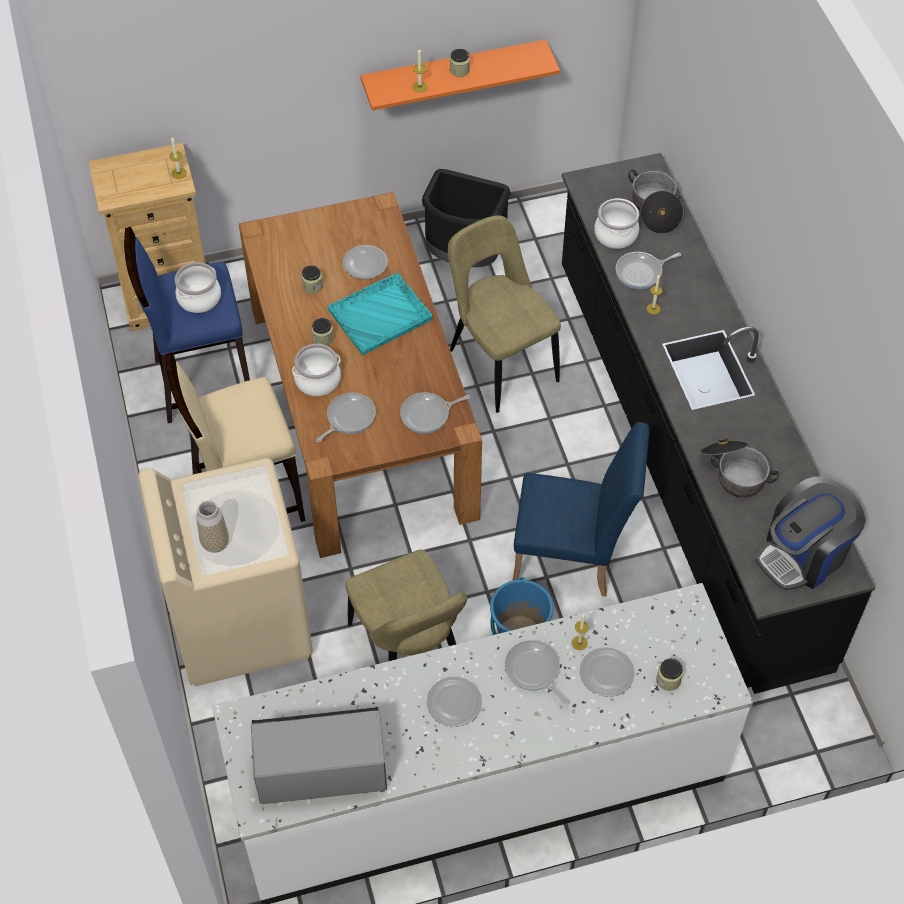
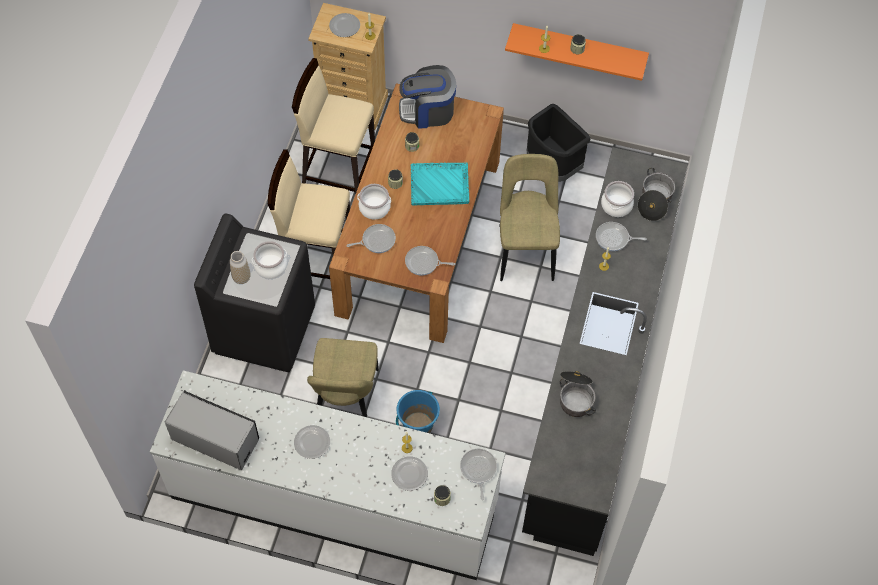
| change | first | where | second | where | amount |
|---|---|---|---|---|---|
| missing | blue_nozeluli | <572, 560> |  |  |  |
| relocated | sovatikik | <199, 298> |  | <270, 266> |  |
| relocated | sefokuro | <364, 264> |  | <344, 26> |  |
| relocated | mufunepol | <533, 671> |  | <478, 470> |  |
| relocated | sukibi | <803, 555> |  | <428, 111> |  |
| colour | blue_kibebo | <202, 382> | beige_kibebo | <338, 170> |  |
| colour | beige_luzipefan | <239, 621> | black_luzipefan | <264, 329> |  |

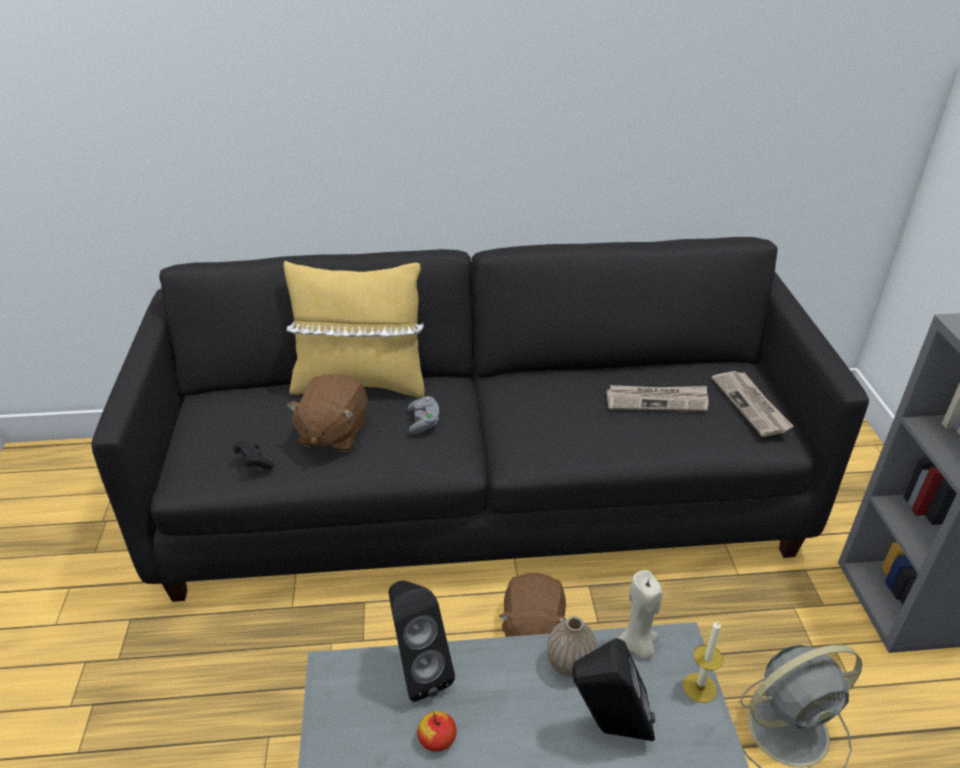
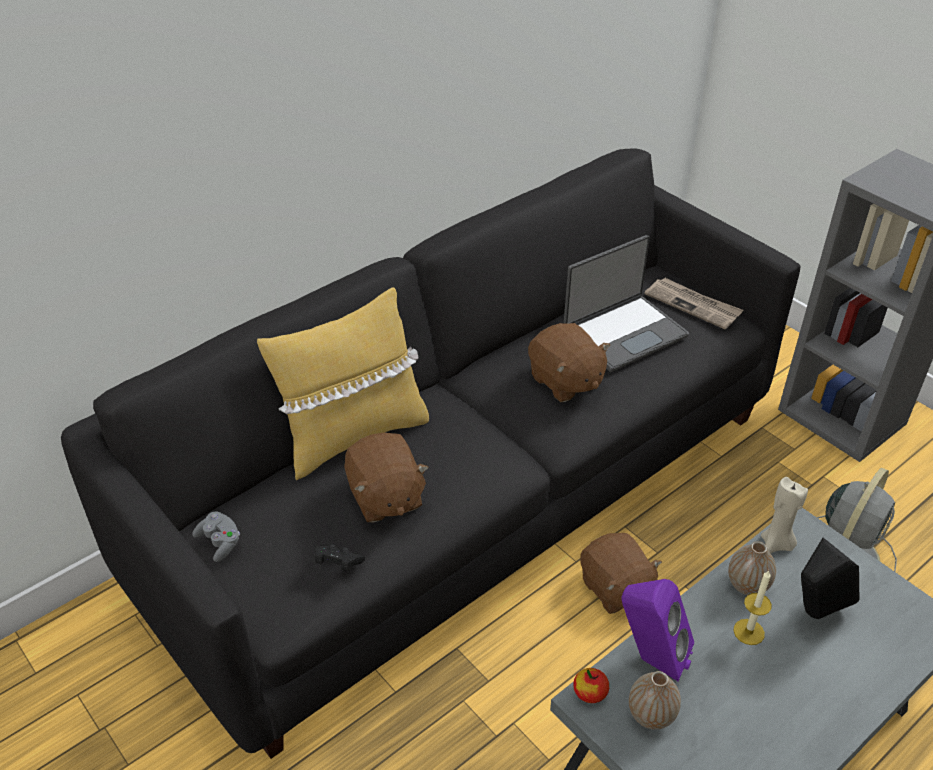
| change | first | where | second | where | amount |
|---|---|---|---|---|---|
| appeared |  |  | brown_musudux | <565, 381> |  |
| appeared |  |  | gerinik | <651, 715> |  |
| relocated | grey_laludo | <423, 422> |  | <220, 542> |  |
| relocated | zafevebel | <437, 739> |  | <590, 692> |  |
| relocated | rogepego | <699, 687> |  | <749, 632> |  |
| exchanged | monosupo | <657, 400> | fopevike | <623, 333> |  |
| colour | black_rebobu | <418, 671> | purple_rebobu | <650, 658> |  |

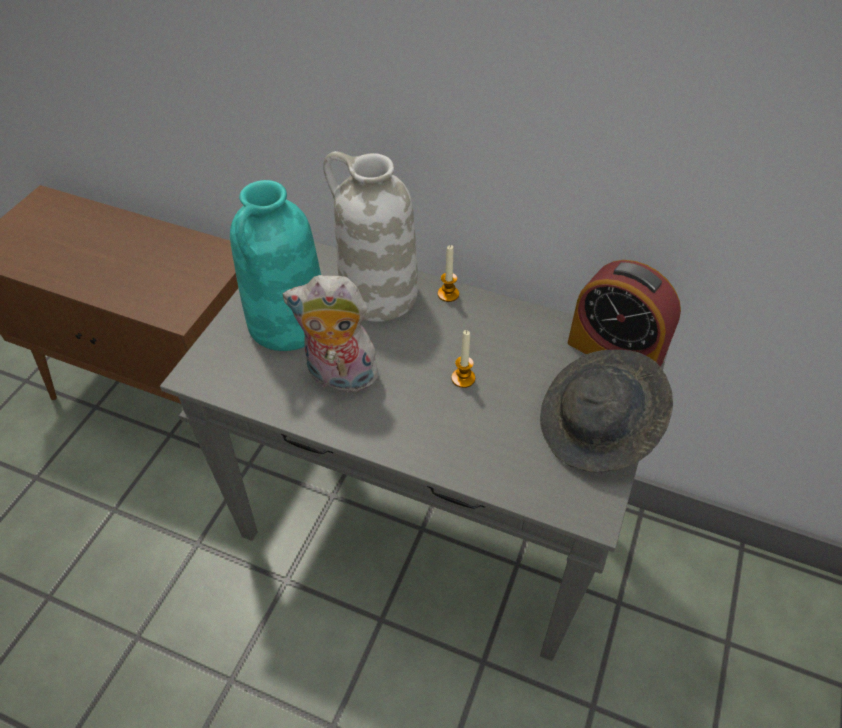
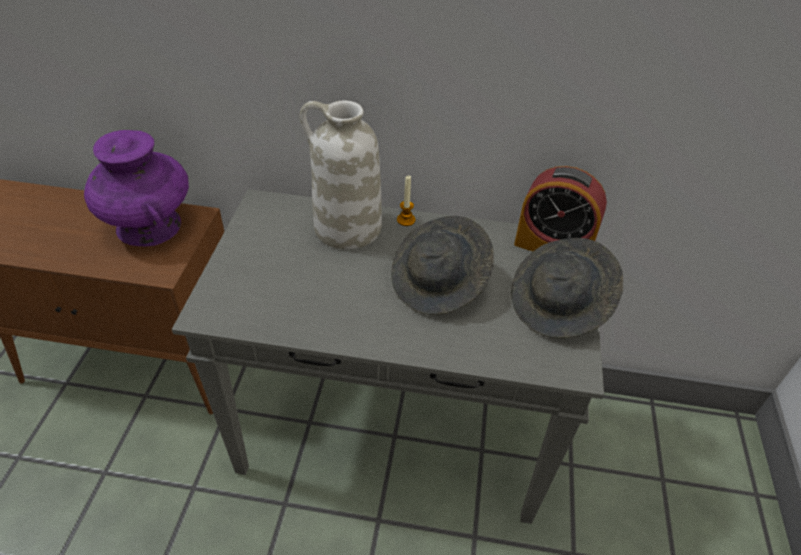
| change | first | where | second | where | amount |
|---|---|---|---|---|---|
| missing | turquoise_gerinik | <288, 323> |  |  |  |
| missing | musudux | <339, 377> |  |  |  |
| appeared |  |  | purple_gerinik | <149, 225> |  |
| exchanged | rogepego | <463, 378> | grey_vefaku | <439, 283> |  |

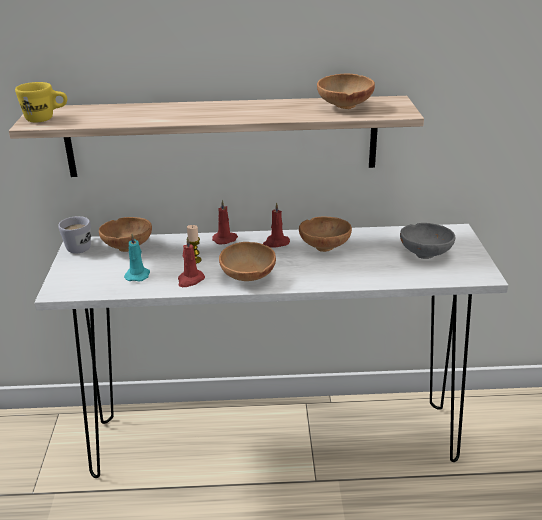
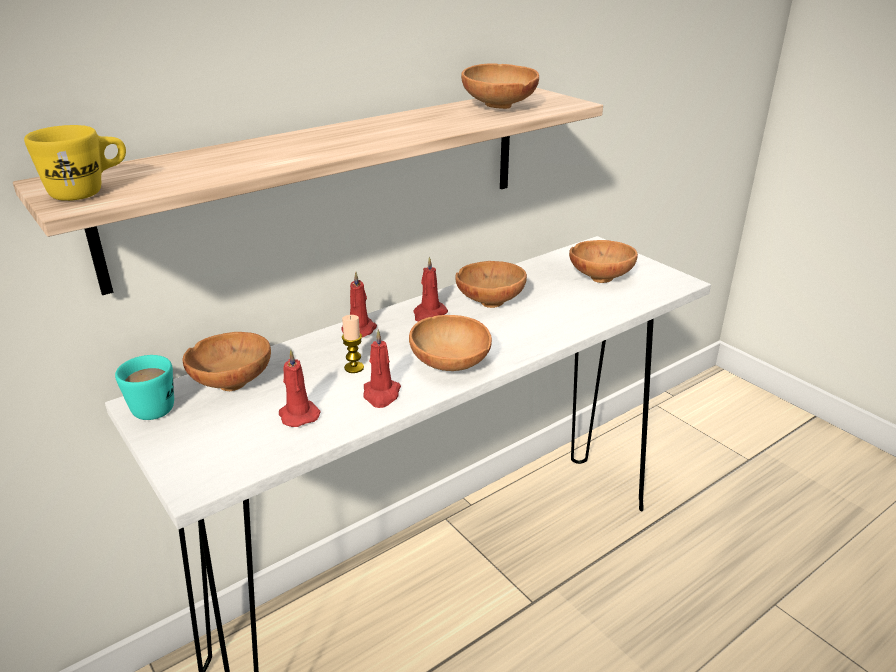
| change | first | where | second | where | amount |
|---|---|---|---|---|---|
| colour | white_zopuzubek | <80, 246> | turquoise_zopuzubek | <150, 405> |  |
| colour | turquoise_rogepego | <138, 275> | red_rogepego | <298, 414> |  |
| colour | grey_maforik | <425, 253> | brown_maforik | <600, 276> |  |

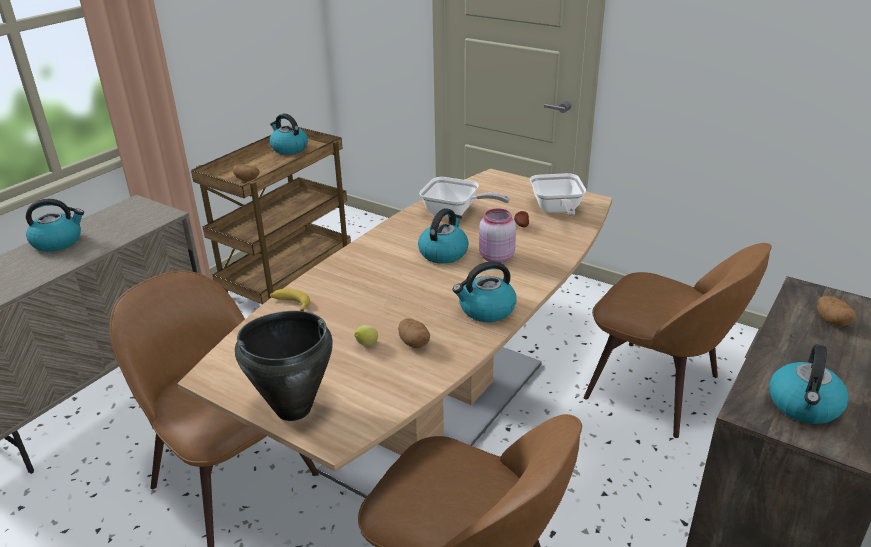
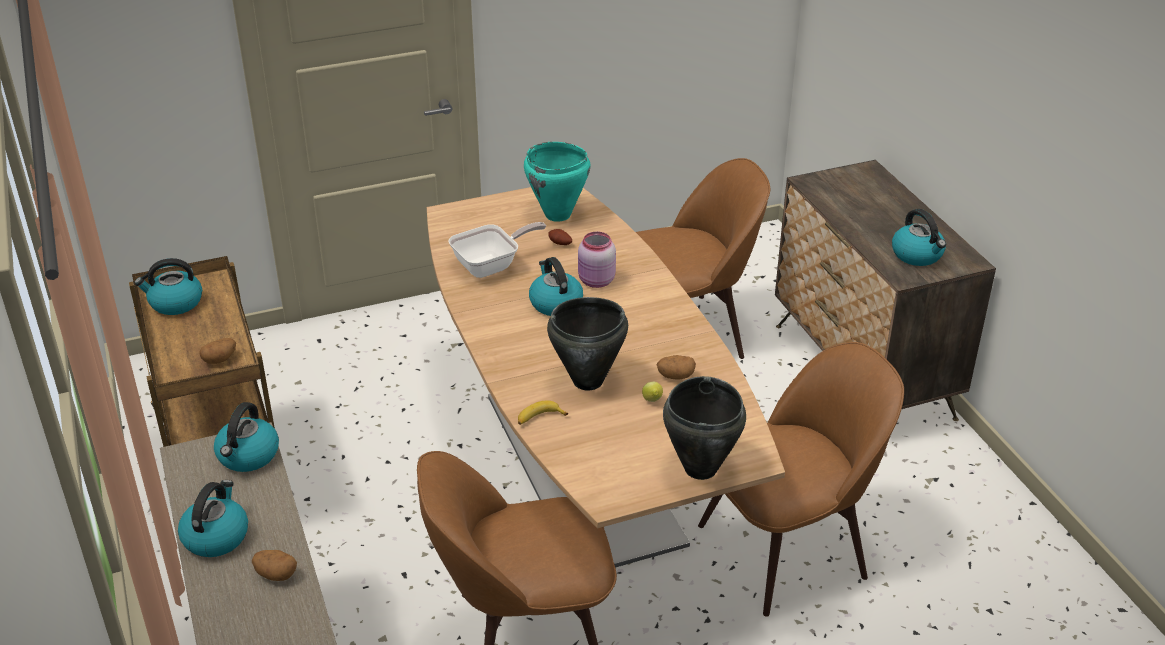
| change | first | where | second | where | amount |
|---|---|---|---|---|---|
| appeared |  |  | black_sovatikik | <588, 381> |  |
| relocated | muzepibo | <486, 310> |  | <248, 456> |  |
| relocated | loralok | <831, 321> |  | <276, 574> |  |
| exchanged | mufunepol | <556, 210> | turquoise_sovatikik | <558, 215> |  |

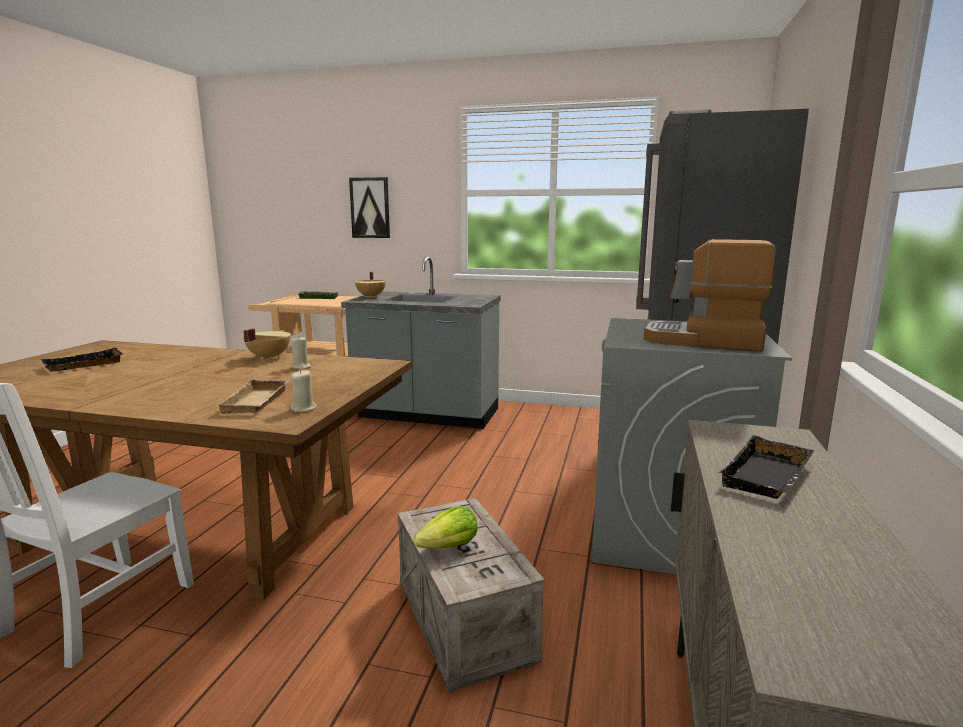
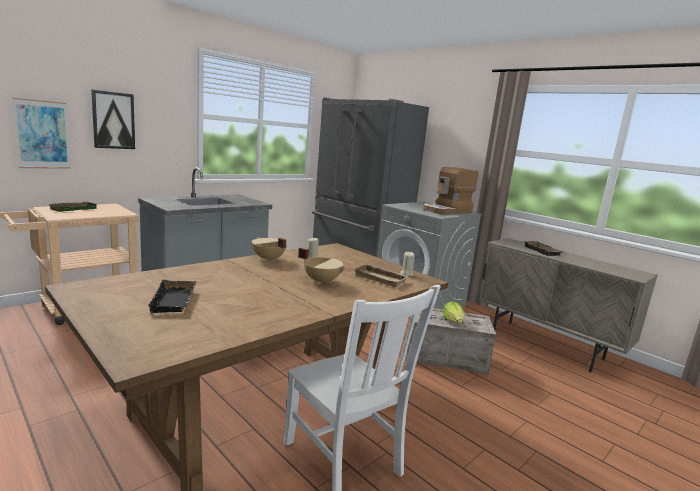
| change | first | where | second | where | amount |
|---|---|---|---|---|---|
| appeared |  |  | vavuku | <42, 134> |  |
| relocated | beige_sovatikik | <371, 296> |  | <322, 281> |  |

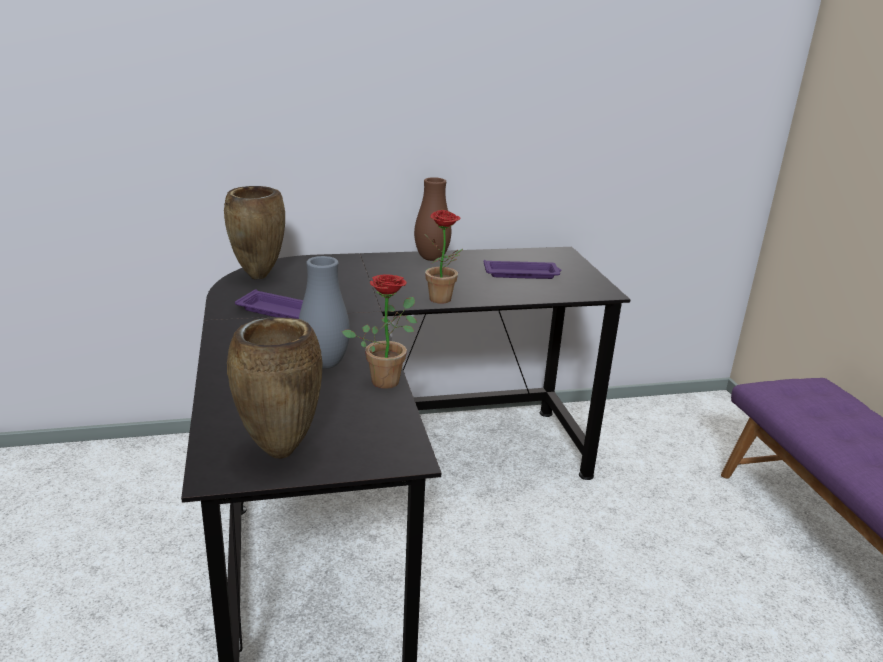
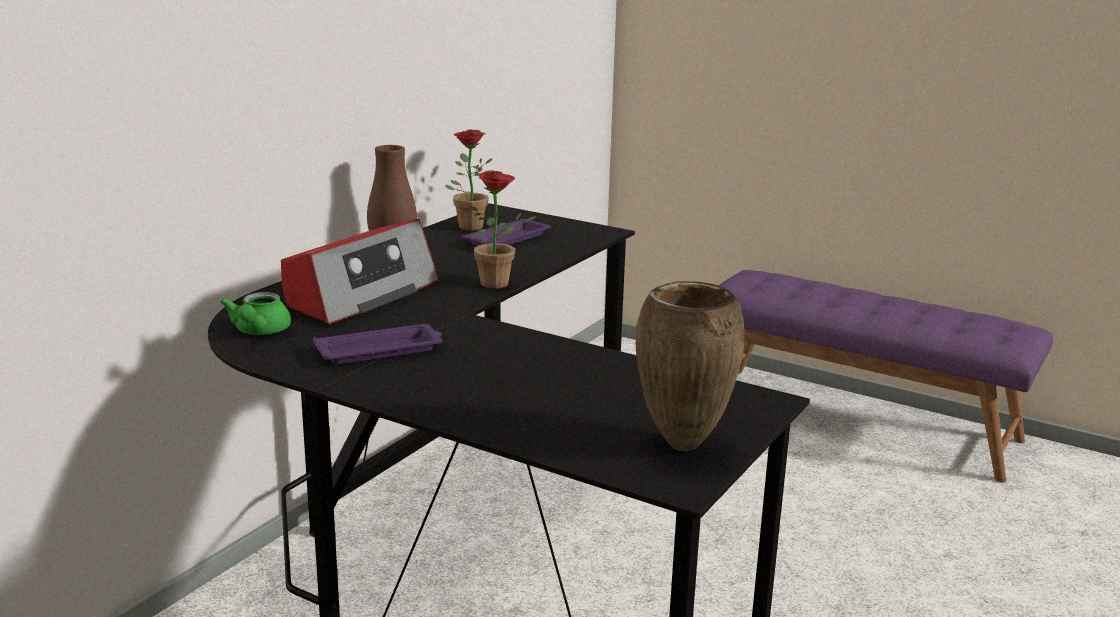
| change | first | where | second | where | amount |
|---|---|---|---|---|---|
| missing | grey_gerinik | <324, 364> |  |  |  |
| appeared |  |  | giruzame | <360, 294> |  |
| relocated | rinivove | <387, 378> |  | <468, 225> |  |
| exchanged | brown_gerinik | <258, 277> | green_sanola | <259, 332> |  |

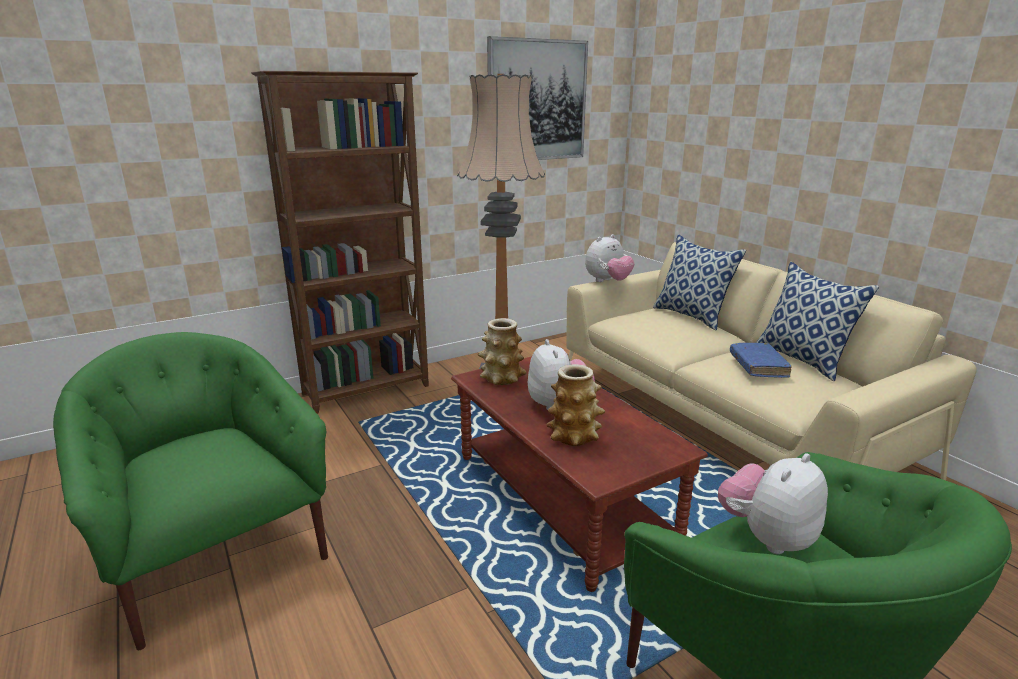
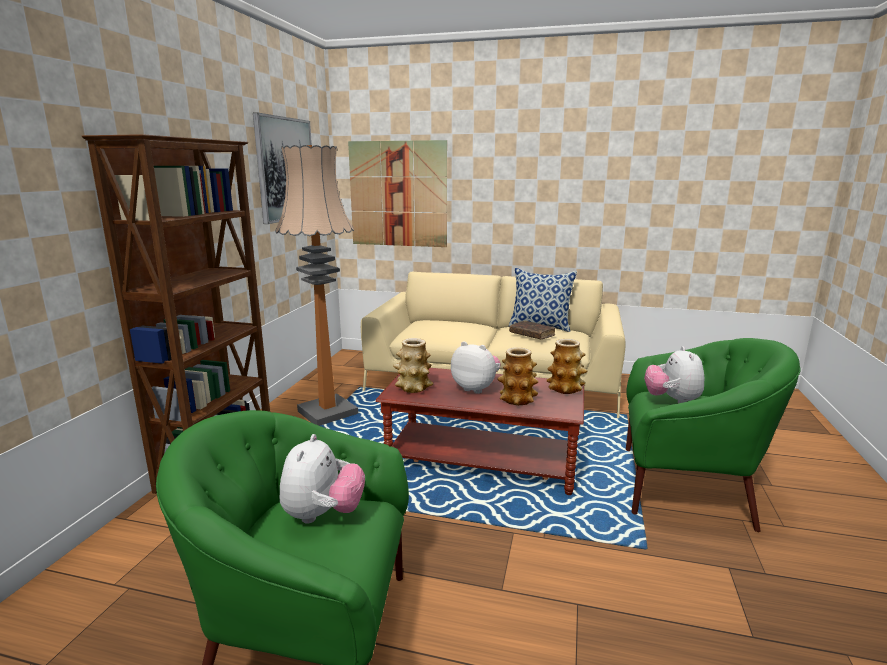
| change | first | where | second | where | amount |
|---|---|---|---|---|---|
| missing | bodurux | <692, 316> |  |  |  |
| appeared |  |  | vavuku | <398, 194> |  |
| appeared |  |  | gerinik | <565, 389> |  |
| relocated | musudux | <607, 281> |  | <323, 515> |  |
| colour | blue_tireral | <758, 366> | brown_tireral | <532, 334> |  |

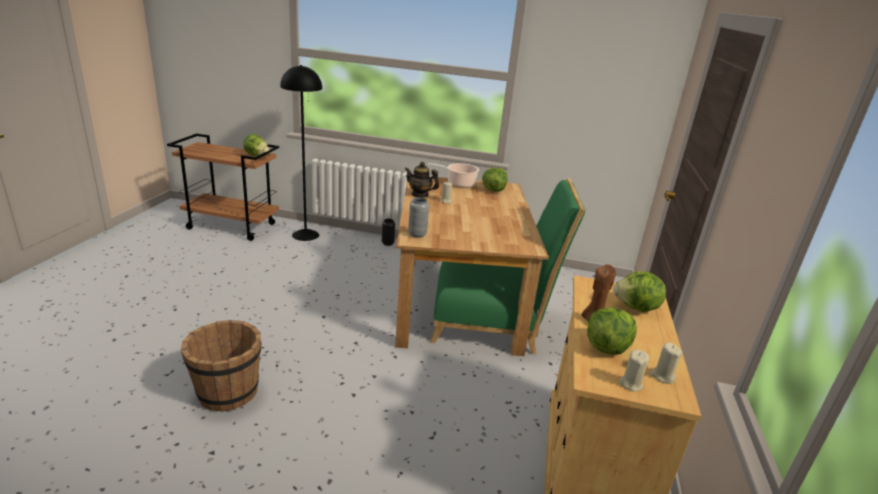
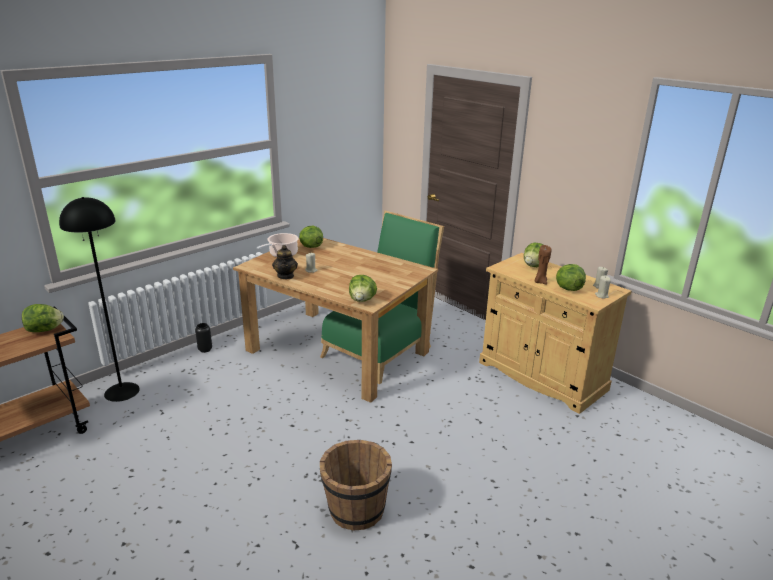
| change | first | where | second | where | amount |
|---|---|---|---|---|---|
| exchanged | grey_gerinik | <417, 234> | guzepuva | <362, 300> |  |
| spun | sanola | <420, 194> |  | <285, 276> | 60 degrees counterclockwise |

